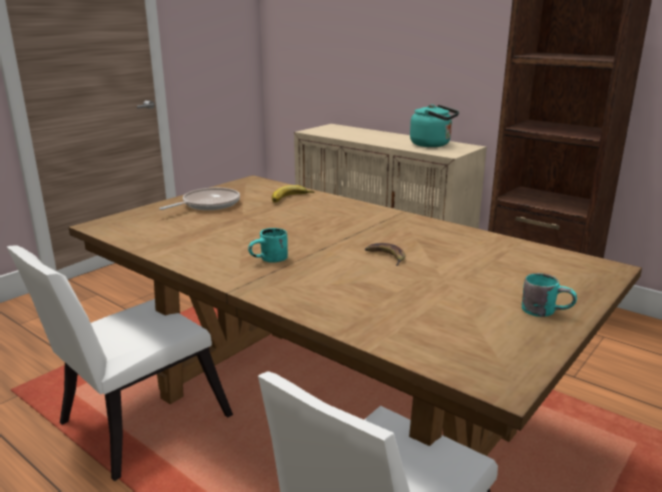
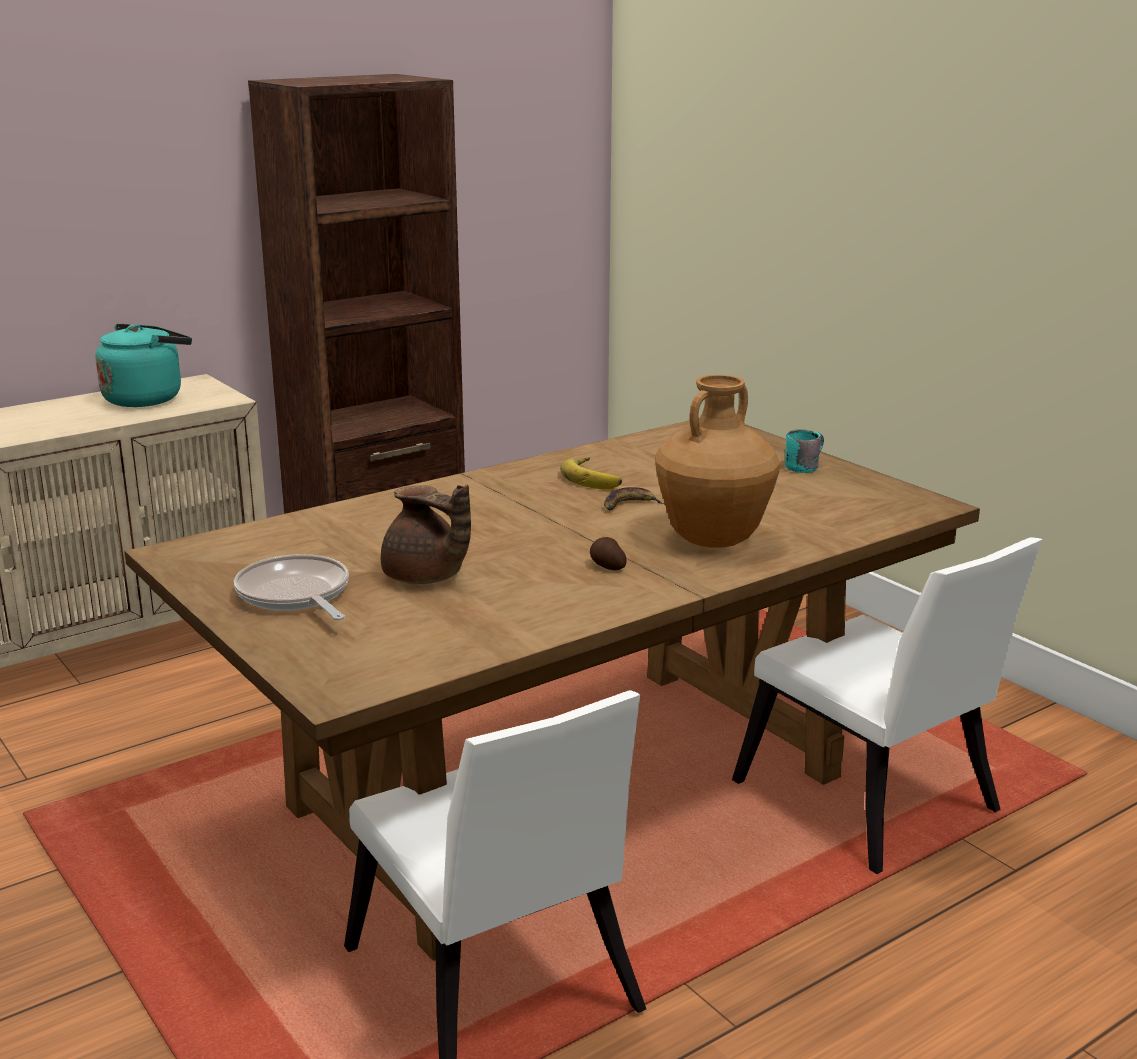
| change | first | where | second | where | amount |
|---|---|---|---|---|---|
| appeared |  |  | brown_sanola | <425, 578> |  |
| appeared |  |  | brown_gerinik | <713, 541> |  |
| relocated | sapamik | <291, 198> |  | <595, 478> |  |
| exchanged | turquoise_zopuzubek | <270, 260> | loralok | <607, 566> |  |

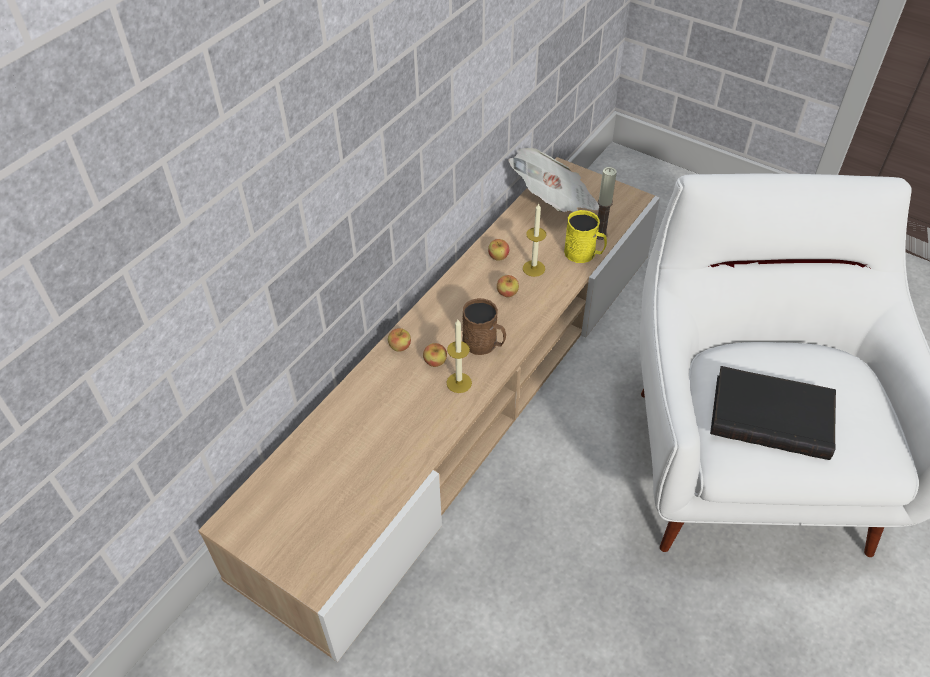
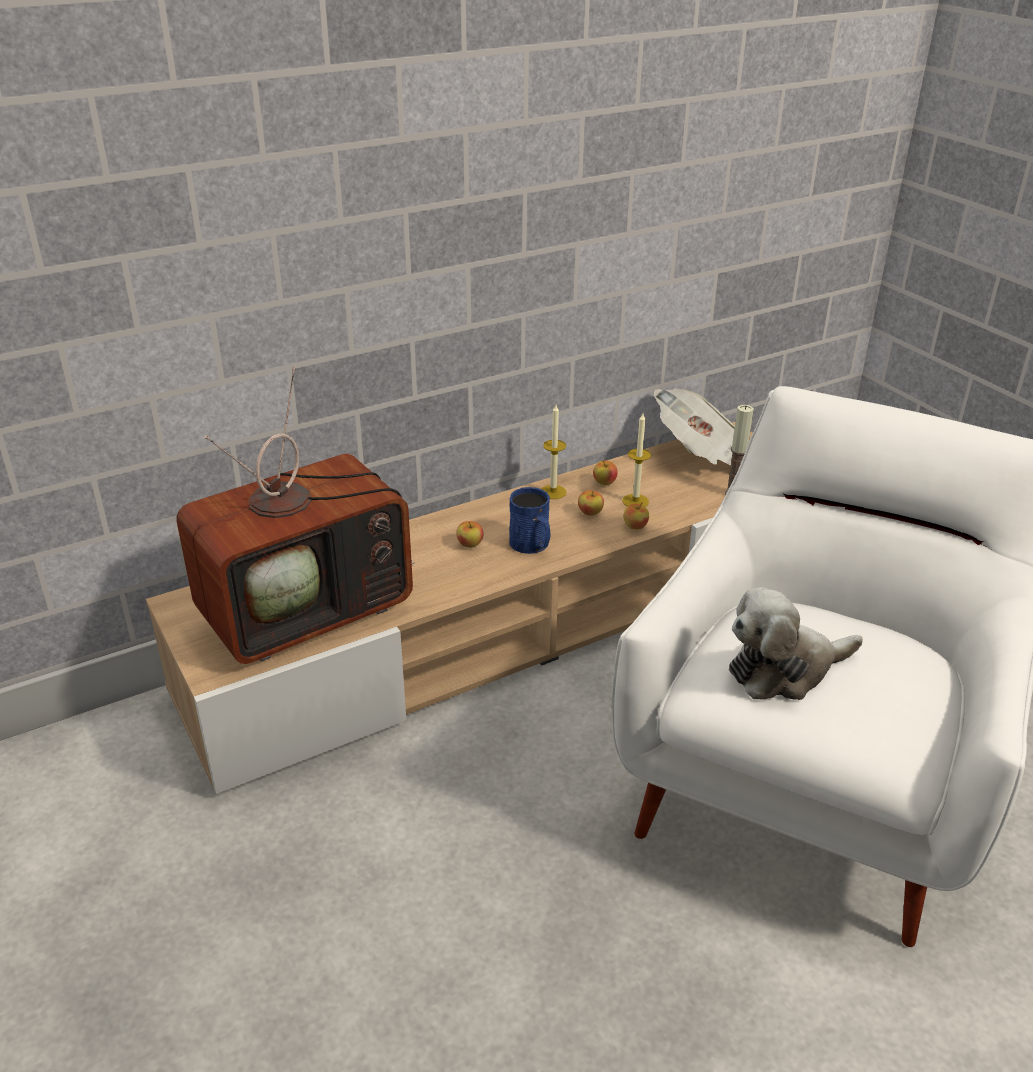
| change | first | where | second | where | amount |
|---|---|---|---|---|---|
| missing | yellow_zopuzubek | <584, 253> |  |  |  |
| appeared |  |  | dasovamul | <309, 607> |  |
| relocated | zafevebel | <400, 347> |  | <635, 526> |  |
| relocated | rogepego | <459, 383> |  | <553, 492> |  |
| exchanged | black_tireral | <772, 415> | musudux | <784, 670> |  |
| colour | brown_zopuzubek | <484, 344> | blue_zopuzubek | <532, 545> |  |

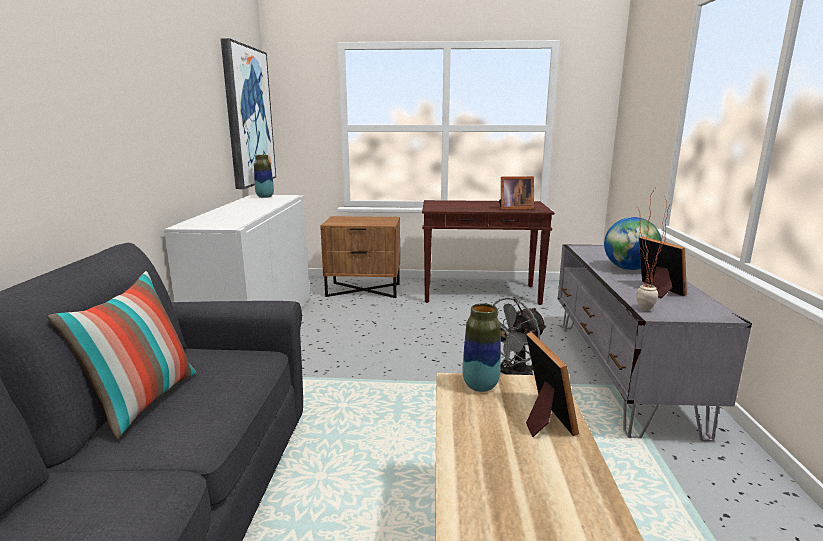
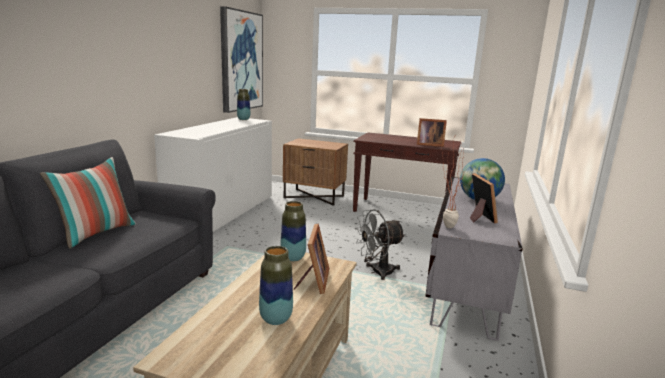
| change | first | where | second | where | amount |
|---|---|---|---|---|---|
| appeared |  |  | gerinik | <276, 319> |  |

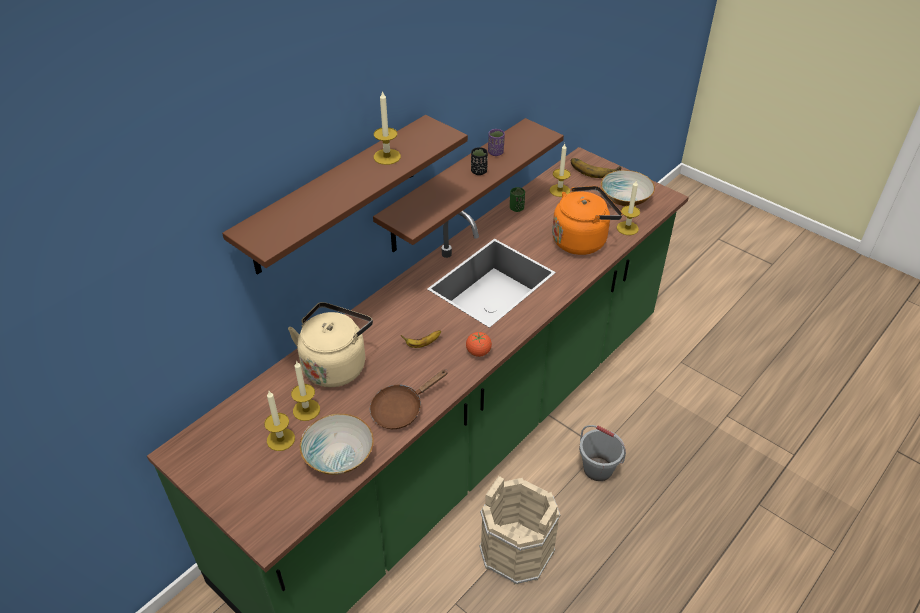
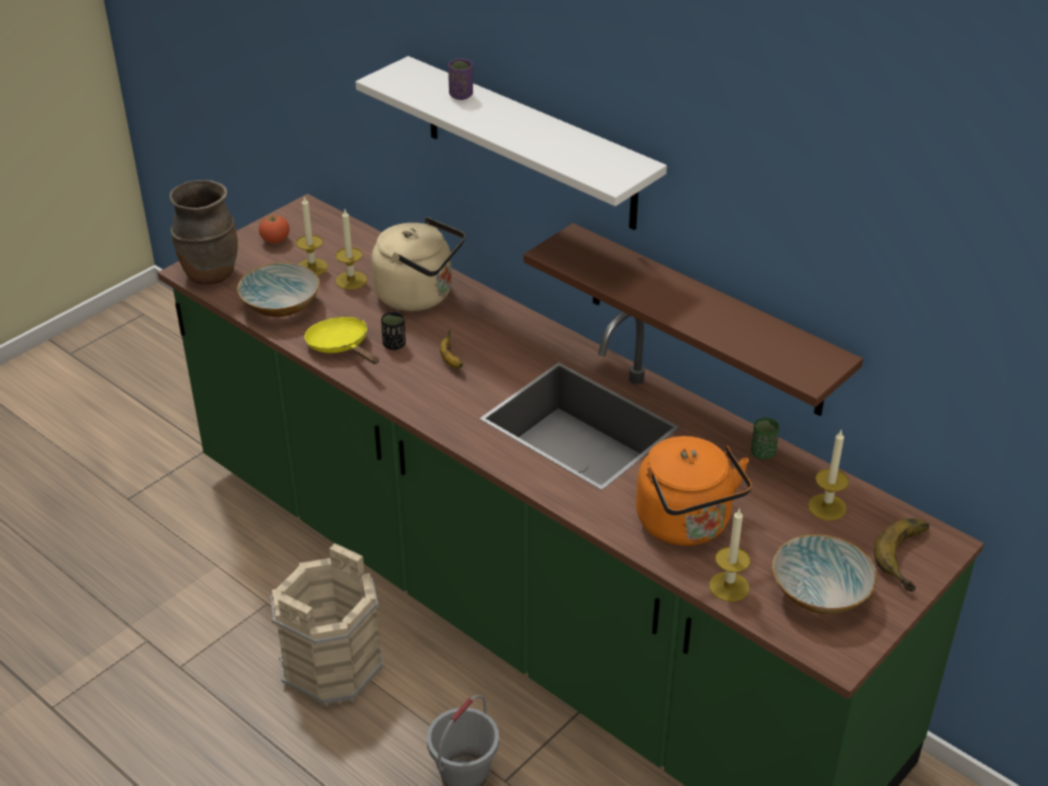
| change | first | where | second | where | amount |
|---|---|---|---|---|---|
| missing | rogepego | <387, 156> |  |  |  |
| appeared |  |  | brown_gerinik | <210, 274> |  |
| relocated | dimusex | <478, 352> |  | <275, 240> |  |
| relocated | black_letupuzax | <479, 171> |  | <394, 344> |  |
| relocated | purple_letupuzax | <495, 152> |  | <461, 95> |  |
| colour | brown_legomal | <336, 195> | white_legomal | <529, 144> |  |
| colour | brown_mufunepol | <401, 409> | yellow_mufunepol | <341, 346> |  |

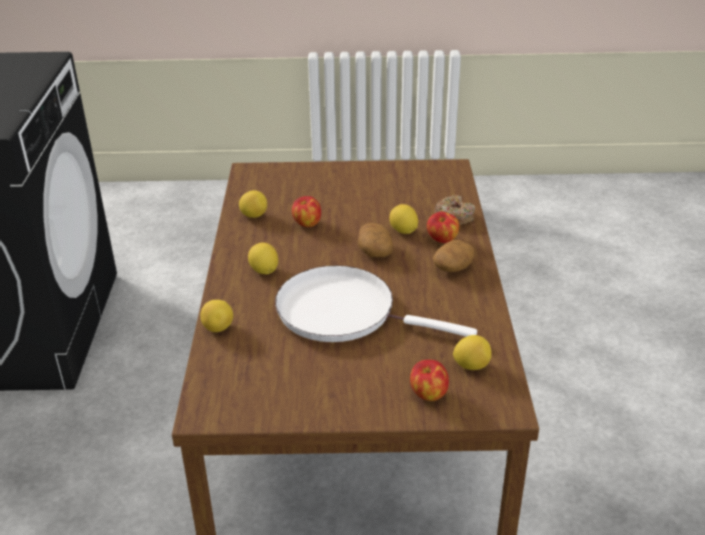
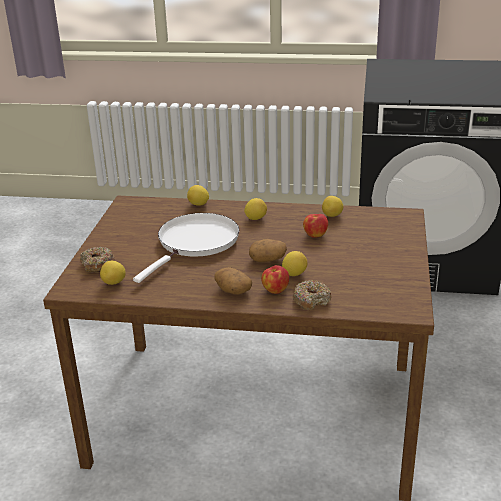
| change | first | where | second | where | amount |
|---|---|---|---|---|---|
| exchanged | zafevebel | <428, 394> | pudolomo | <97, 265> |  |

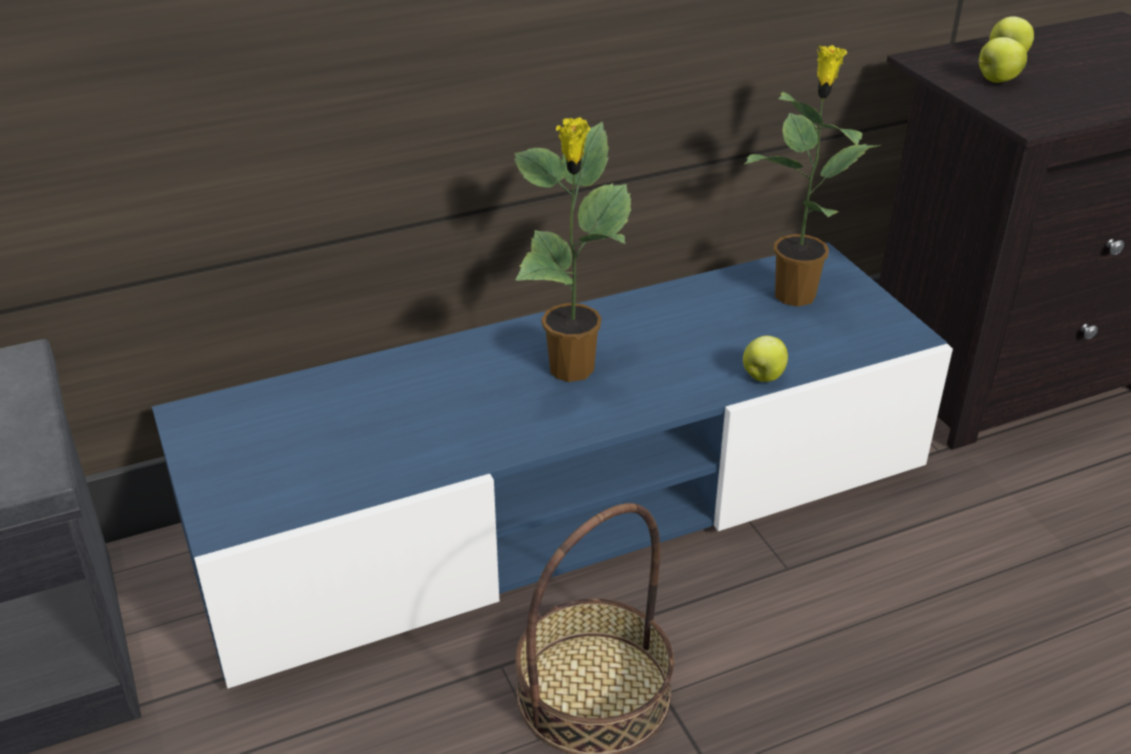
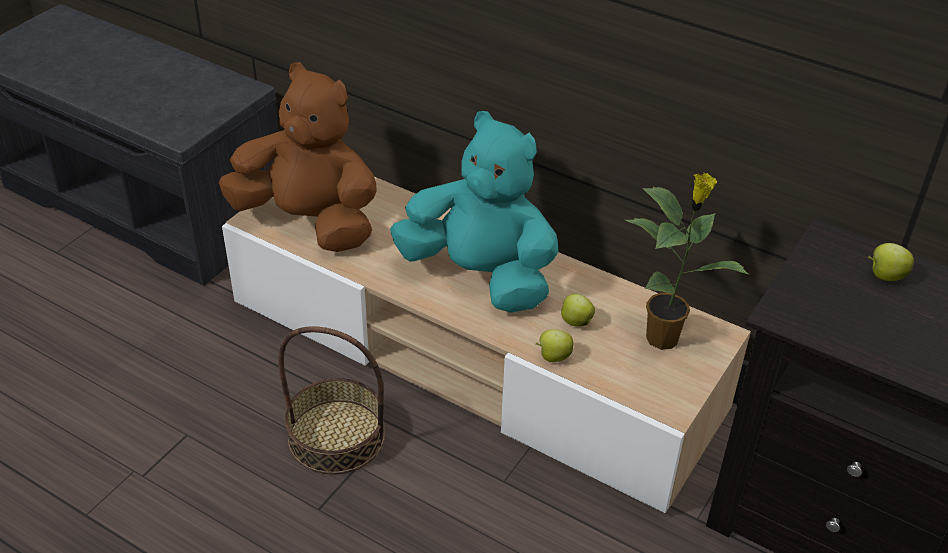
| change | first | where | second | where | amount |
|---|---|---|---|---|---|
| appeared |  |  | brown_musudux | <309, 222> |  |
| relocated | zafevebel | <996, 80> |  | <575, 321> |  |
| exchanged | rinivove | <571, 370> | turquoise_musudux | <480, 276> |  |
| colour | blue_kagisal | <565, 502> | beige_kagisal | <472, 357> |  |

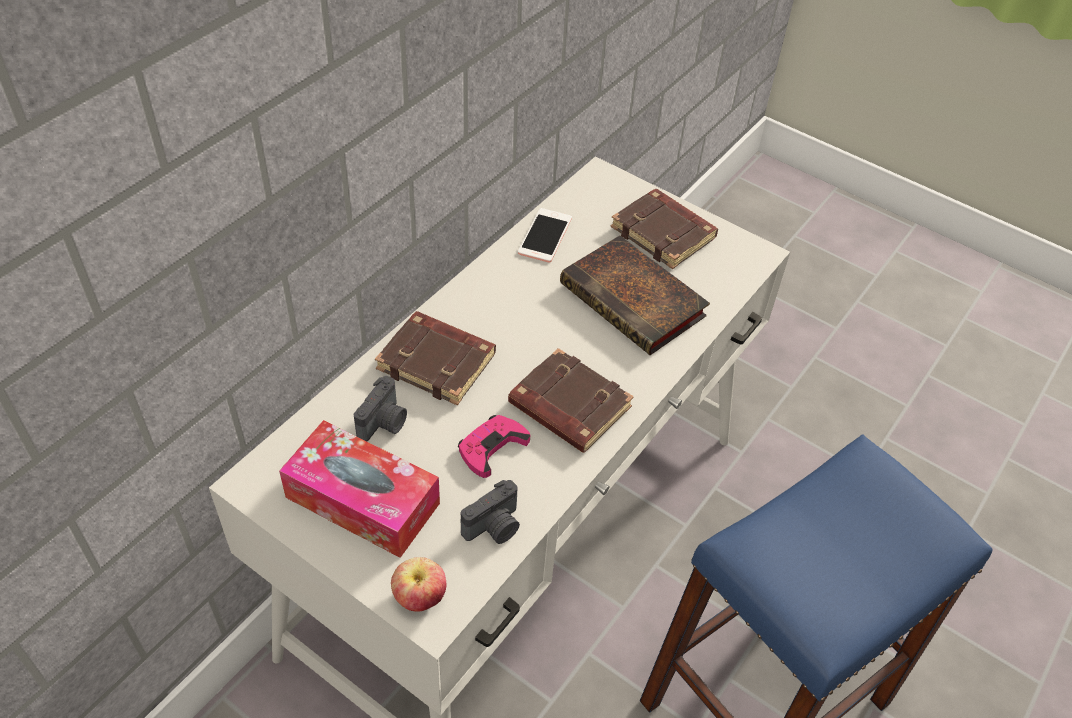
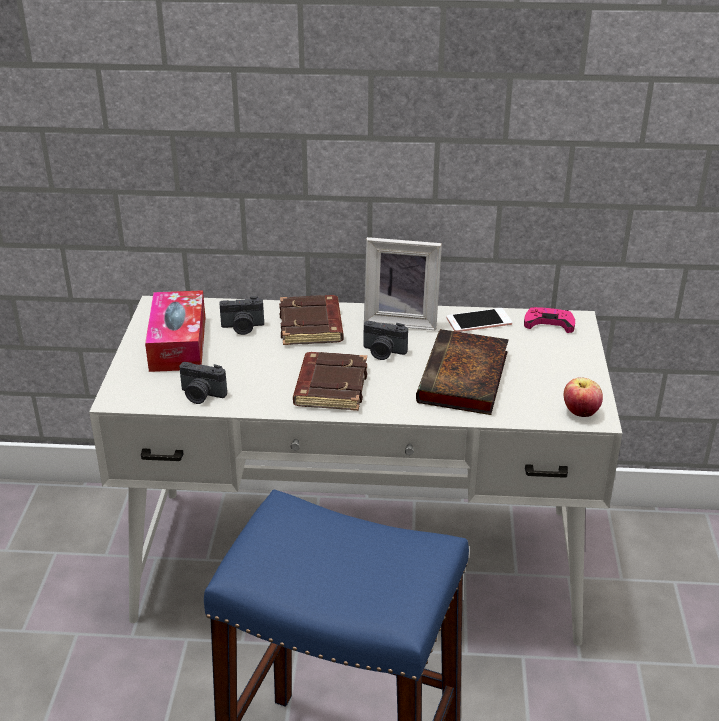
| change | first | where | second | where | amount |
|---|---|---|---|---|---|
| missing | brown_tireral | <664, 234> |  |  |  |
| appeared |  |  | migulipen | <383, 352> |  |
| appeared |  |  | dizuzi | <401, 319> |  |
| relocated | zafevebel | <419, 598> |  | <580, 412> |  |
| relocated | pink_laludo | <492, 448> |  | <549, 323> |  |

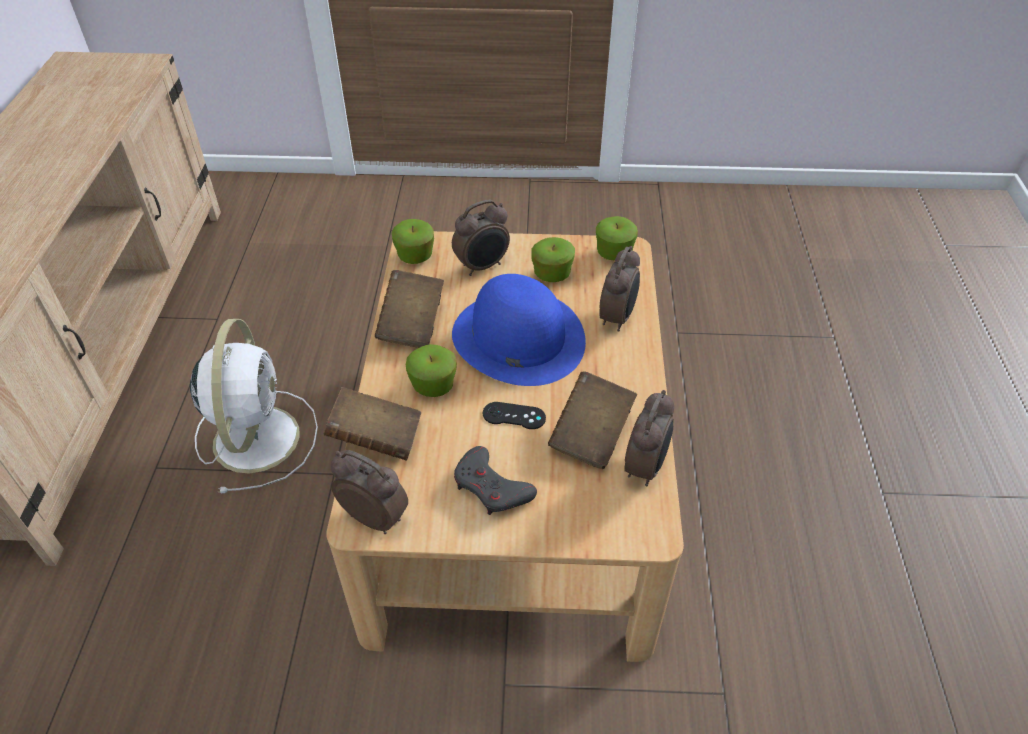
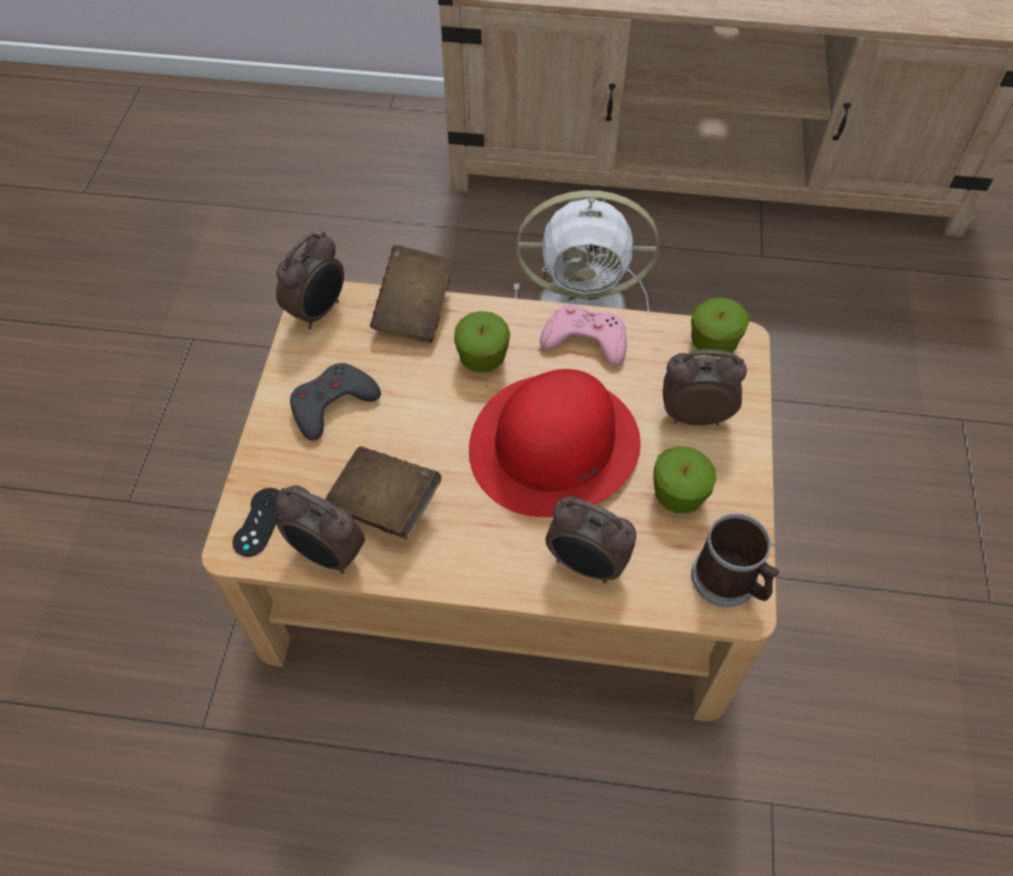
| change | first | where | second | where | amount |
|---|---|---|---|---|---|
| relocated | black_laludo | <514, 416> |  | <259, 522> |  |
| exchanged | brown_tireral | <412, 324> | pink_laludo | <585, 340> |  |
| exchanged | zafevebel | <614, 253> | zopuzubek | <730, 582> |  |
| colour | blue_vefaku | <517, 337> | red_vefaku | <555, 444> |  |
| spun | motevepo | <482, 266> |  | <694, 415> | 120 degrees clockwise |

